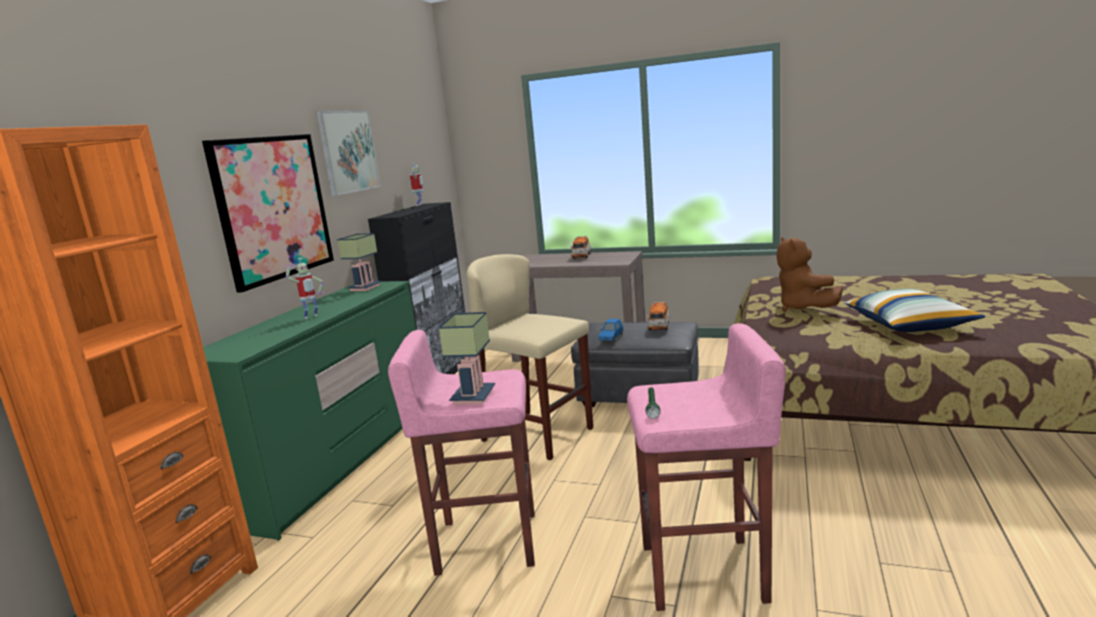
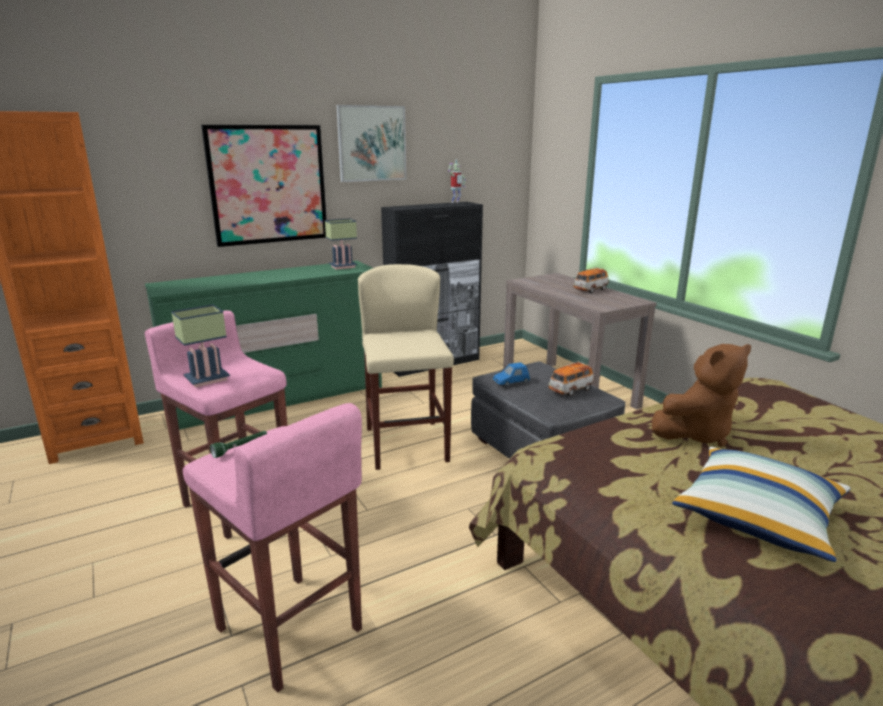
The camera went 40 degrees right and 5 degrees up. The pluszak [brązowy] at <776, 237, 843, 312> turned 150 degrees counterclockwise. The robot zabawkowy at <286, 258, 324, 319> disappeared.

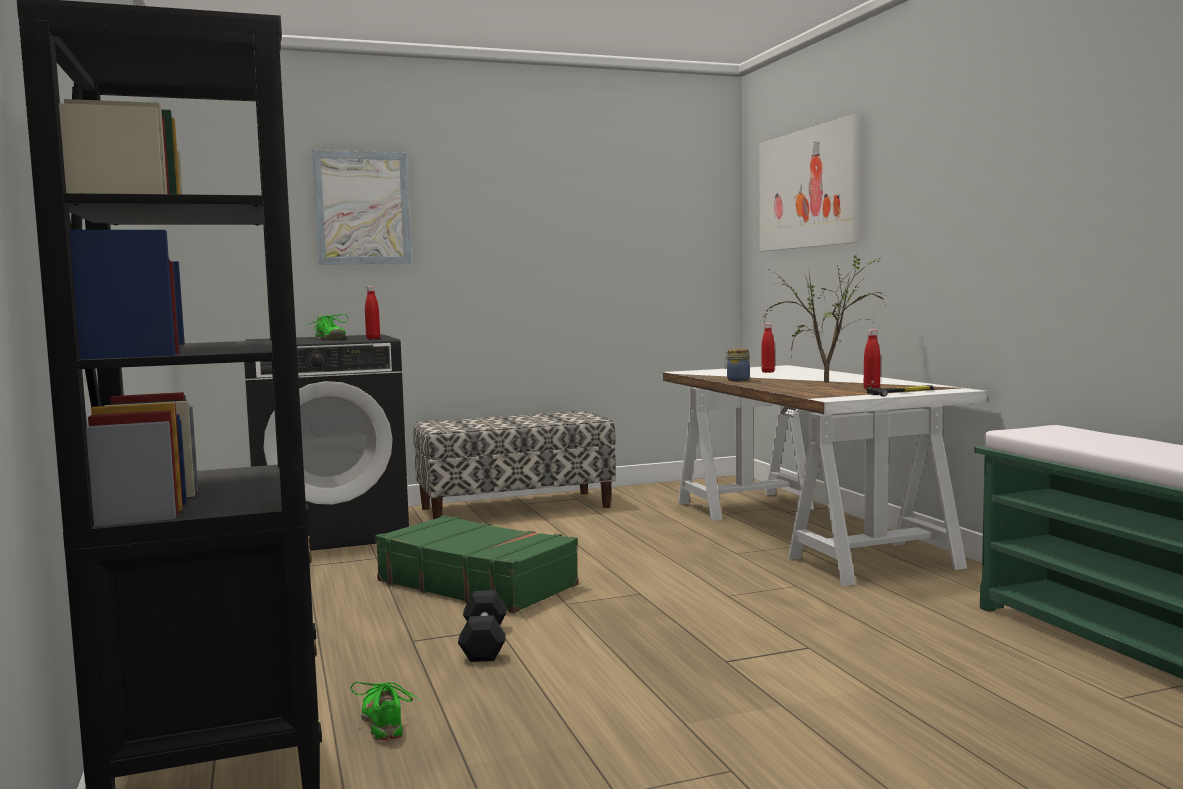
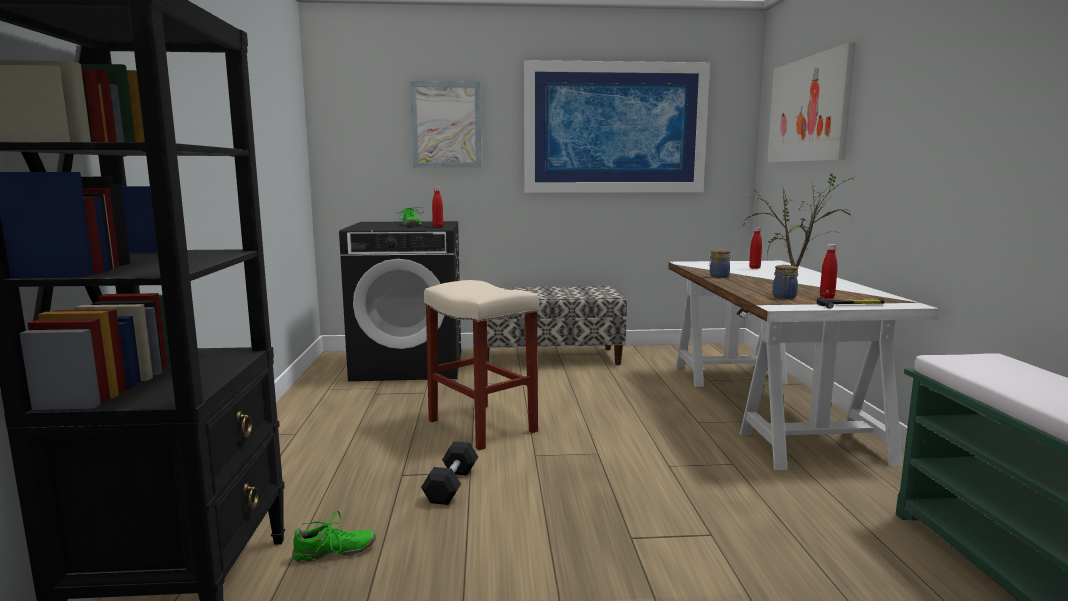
The camera went 15 degrees right and 5 degrees up. The but [zielony] at <351, 682, 421, 740> turned 75 degrees clockwise. The walizka [zielony] at <375, 515, 579, 613> was replaced by the stołek [beżowy] at <424, 280, 539, 450>. The obraz at <524, 60, 710, 193> appeared. The słoik at <773, 265, 798, 299> appeared.

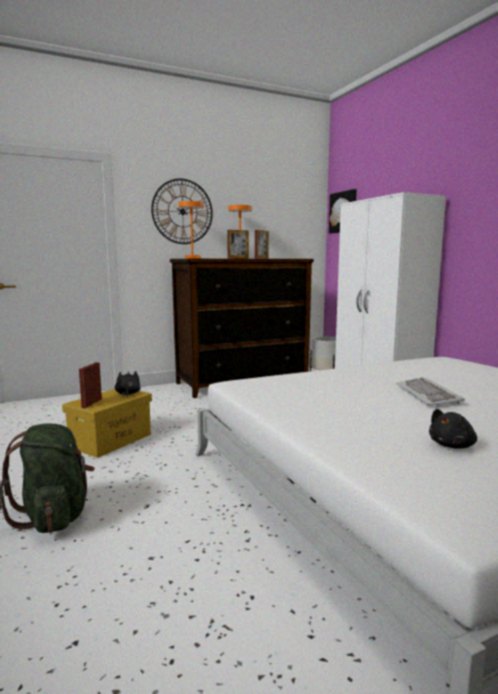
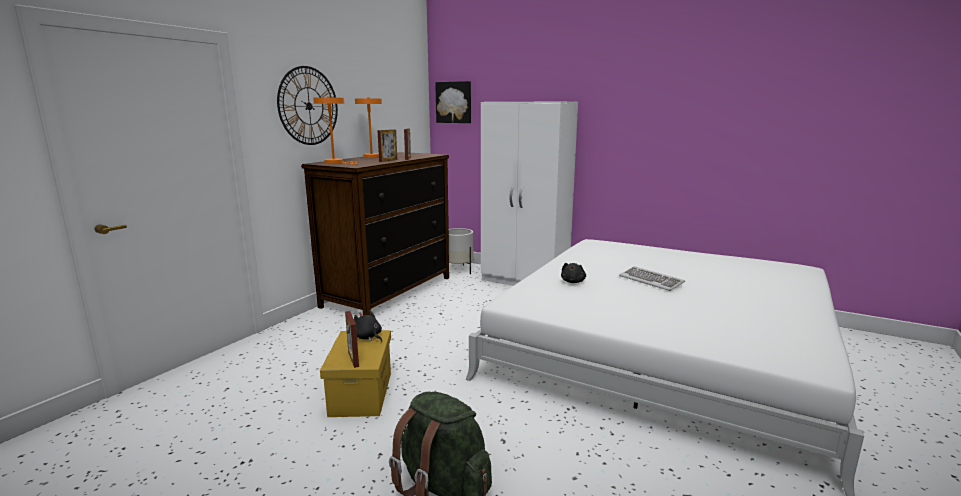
The camera went 35 degrees left and 5 degrees up. The pluszak [czarny] moved from <429, 409, 477, 449> to <561, 263, 586, 283>.

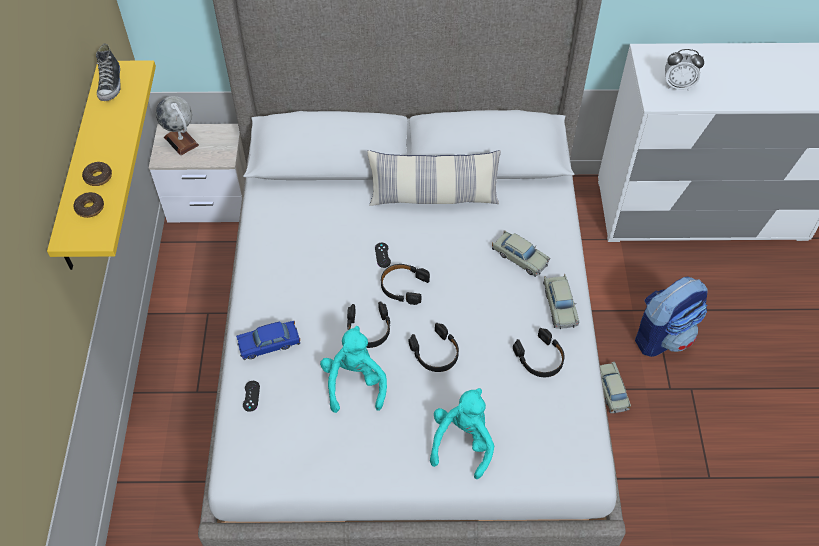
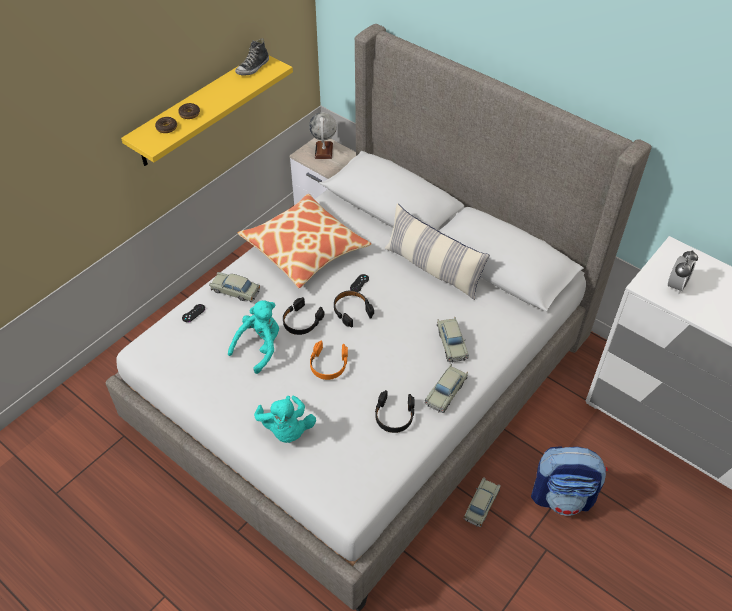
The camera went 40 degrees right and 5 degrees down. The samochodzik [niebieski] at <236, 321, 300, 360> became the samochodzik [beżowy] at <209, 272, 260, 302>. The poduszka at <238, 194, 371, 288> appeared. The pluszak [turkusowy] at <430, 388, 494, 479> turned 105 degrees clockwise. The słuchawki [czarny] at <409, 323, 459, 372> became the słuchawki [pomarańczowy] at <310, 340, 348, 380>. The budzik at <665, 49, 704, 91> turned 105 degrees counterclockwise.

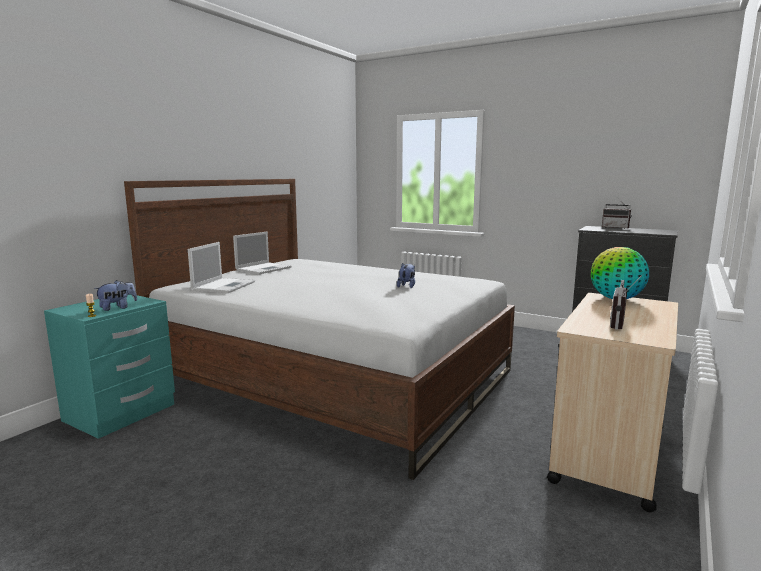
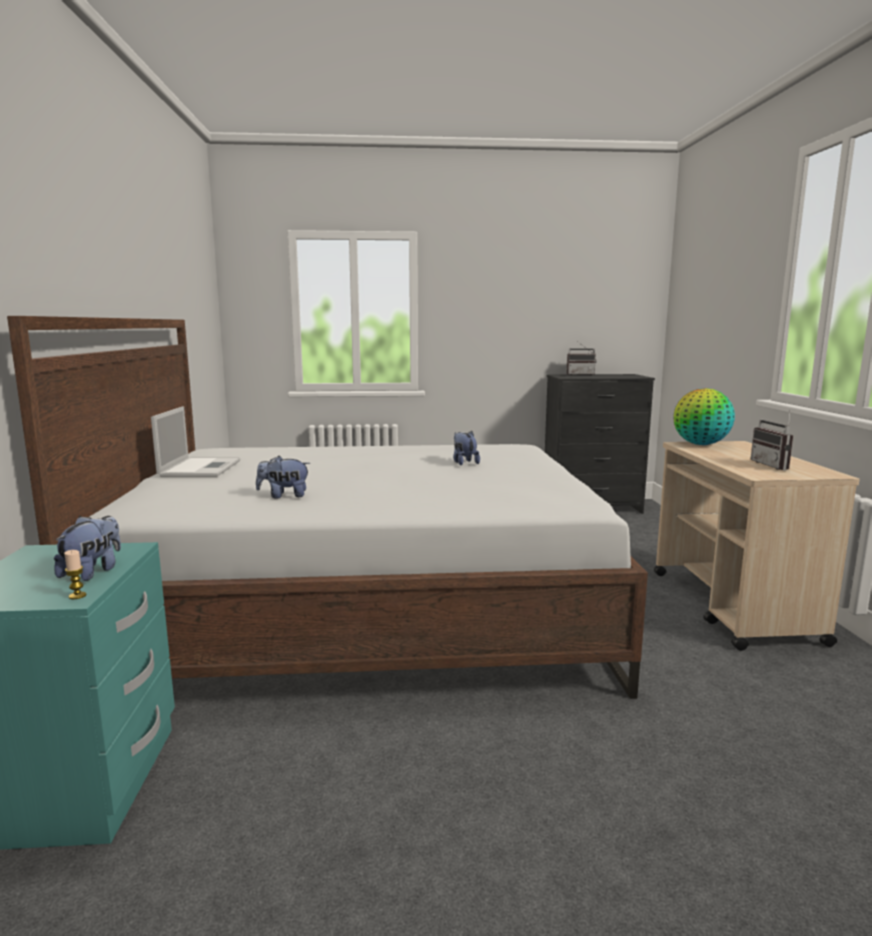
The camera went 35 degrees left and 0 degrees up. The pluszak at <256, 456, 310, 499> appeared. The laptop at <188, 242, 255, 293> disappeared.

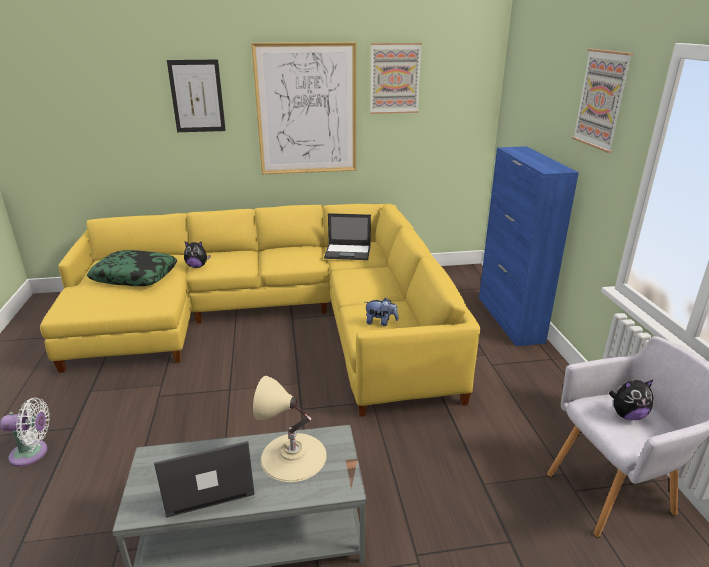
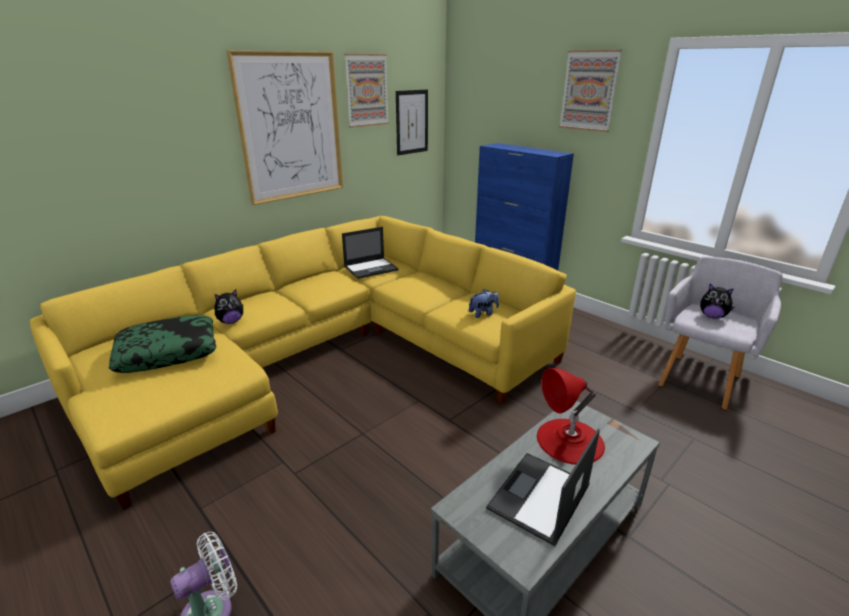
The camera went 35 degrees left and 0 degrees up. The obraz moved from <167, 60, 226, 132> to <396, 89, 428, 155>. The lampa stołowa [beżowy] at <253, 376, 327, 482> became the lampa stołowa [czerwony] at <537, 368, 605, 465>. The pluszak at <609, 379, 654, 420> turned 75 degrees clockwise.

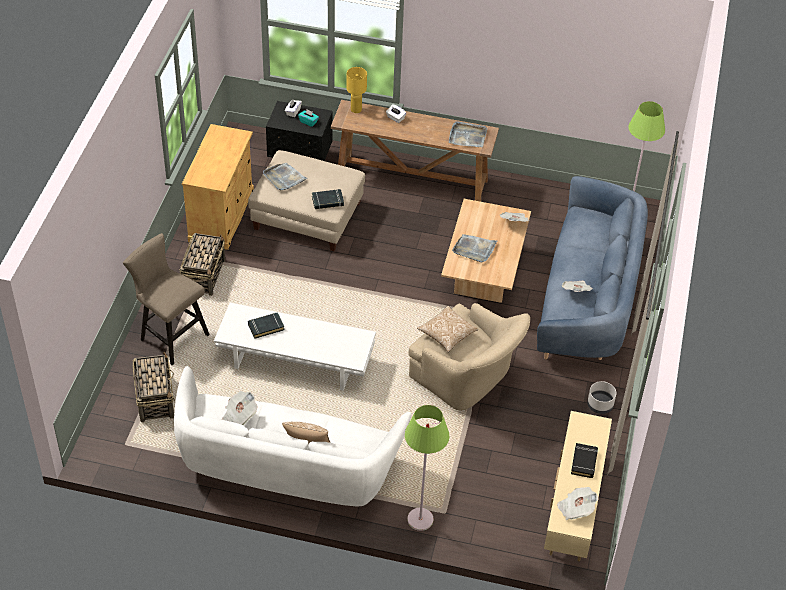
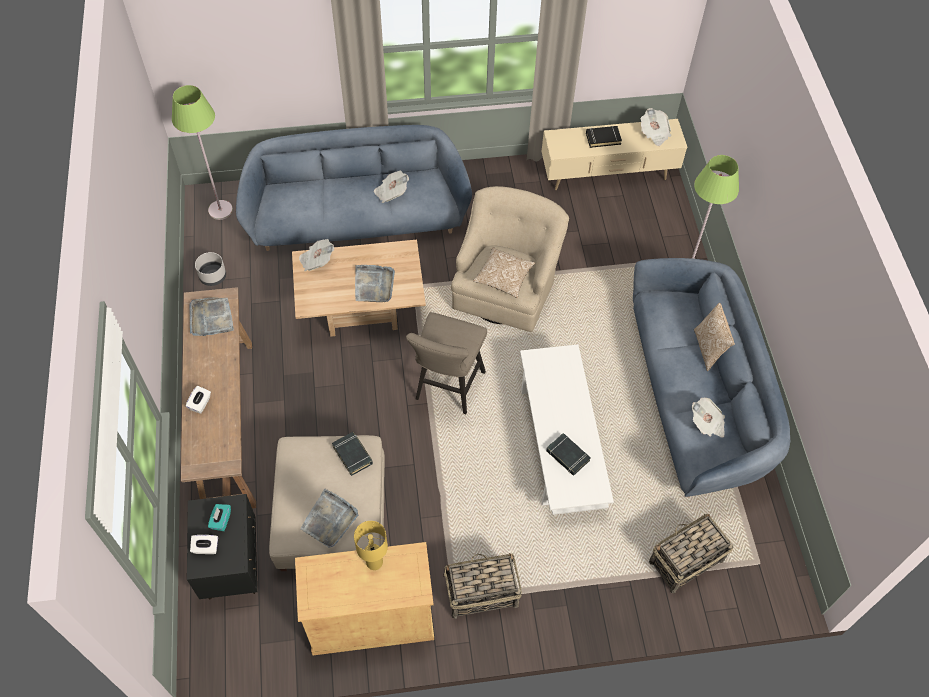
The camera went 110 degrees left and 10 degrees up. The donica [szary] moved from <587, 381, 616, 414> to <195, 252, 226, 286>. The lampa stołowa [żółty] moved from <346, 67, 367, 113> to <354, 521, 388, 570>. The stołek [beżowy] moved from <123, 233, 210, 365> to <406, 312, 487, 414>. The kanapa [biały] at <174, 366, 412, 507> became the kanapa [niebieski] at <633, 258, 790, 497>.

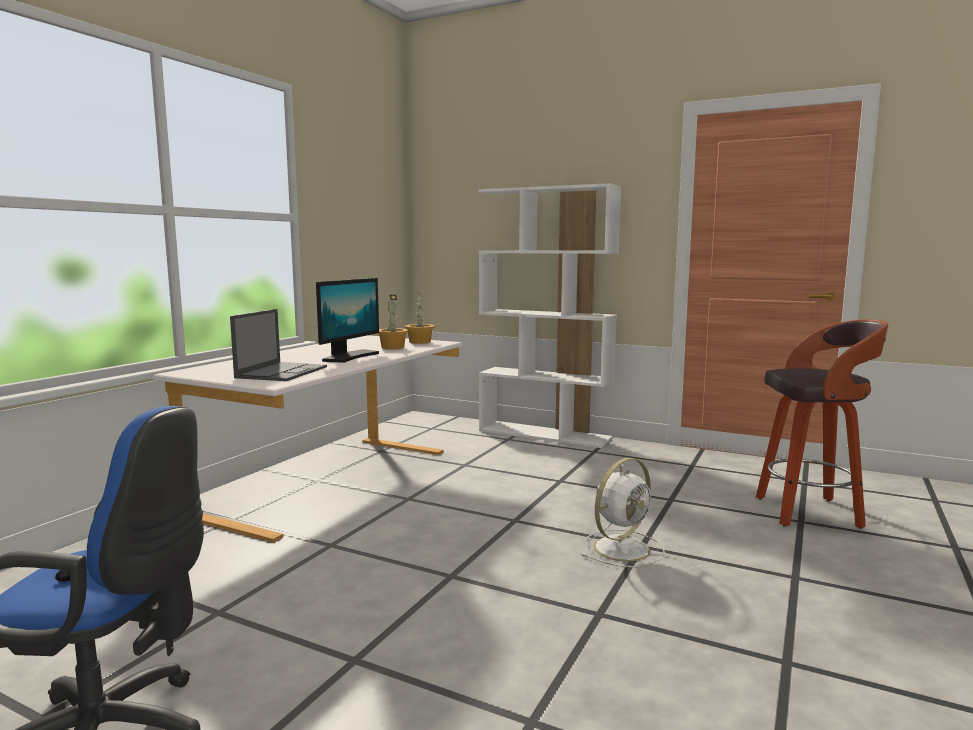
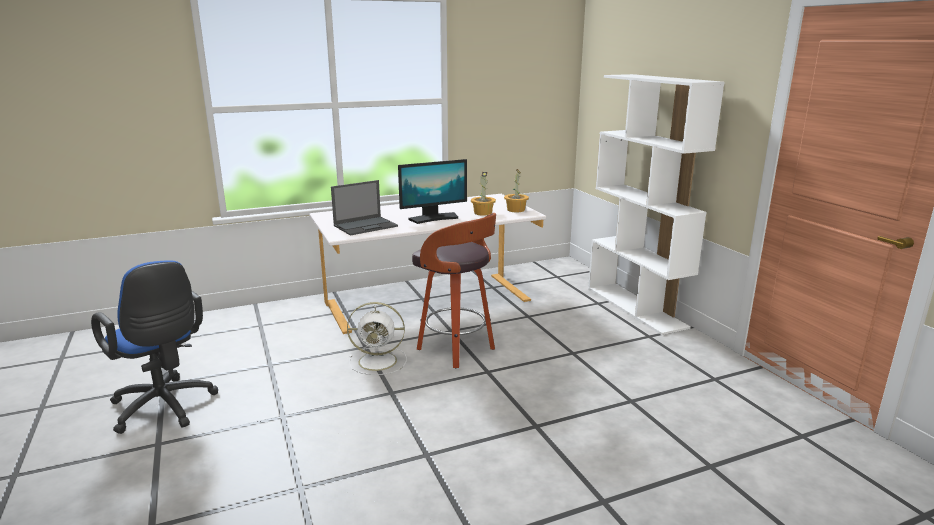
The camera went 40 degrees right and 10 degrees up. The wentylator [biały] moved from <581, 458, 665, 567> to <347, 302, 407, 375>. The stołek moved from <756, 320, 888, 529> to <412, 213, 496, 368>.

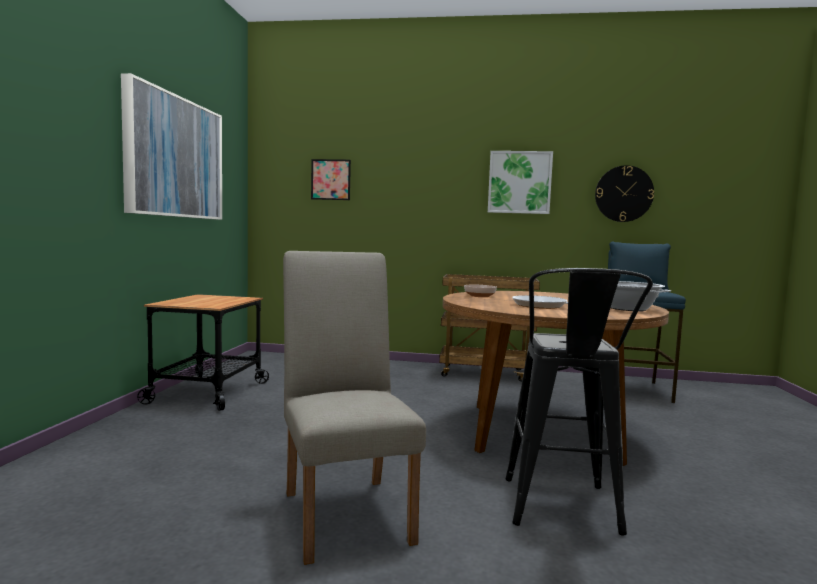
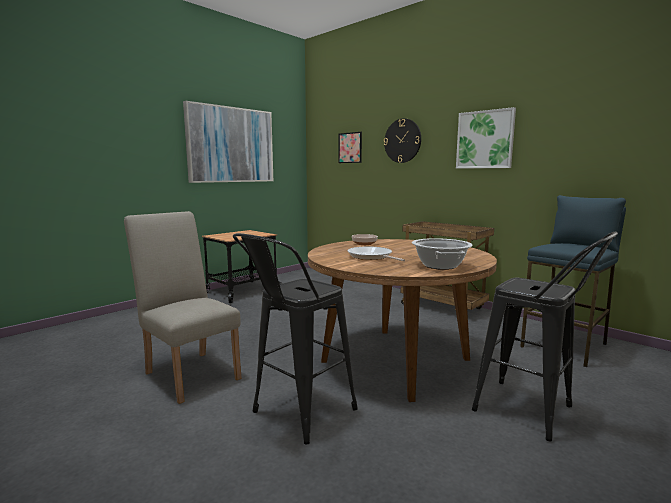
The camera went 35 degrees right and 5 degrees up. The krzesło [beżowy] at <283, 251, 426, 565> turned 60 degrees counterclockwise. The zegar ścienny moved from <595, 165, 654, 222> to <384, 118, 421, 163>. The stołek [czarny] at <472, 232, 618, 442> appeared.

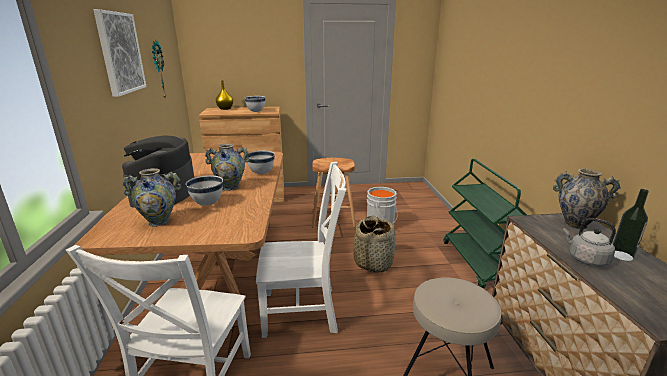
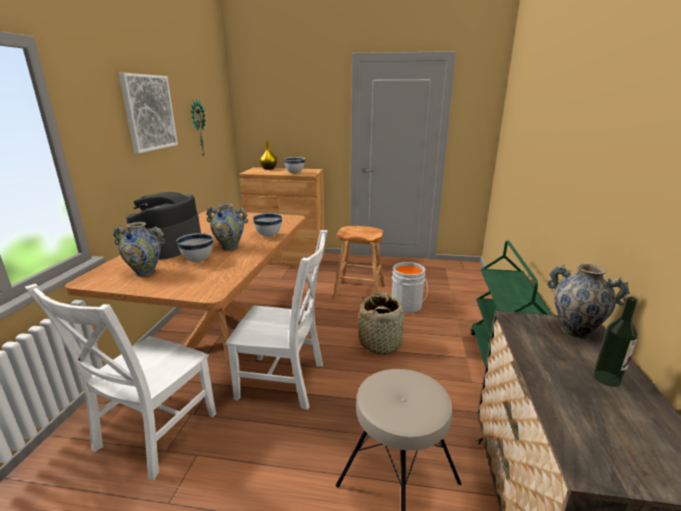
The camera went 15 degrees right and 0 degrees up. The czajnik [szary] at <563, 218, 616, 266> disappeared.

